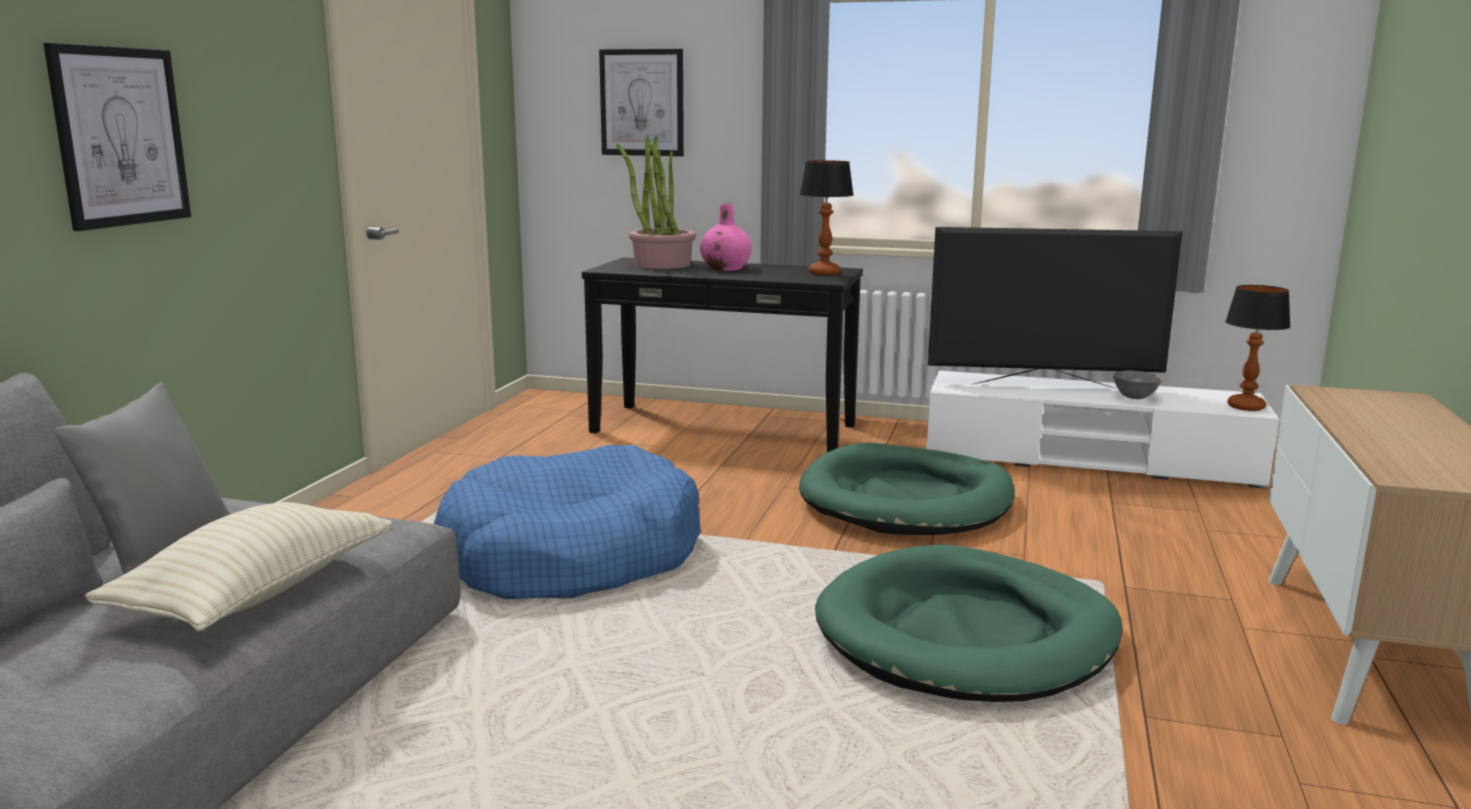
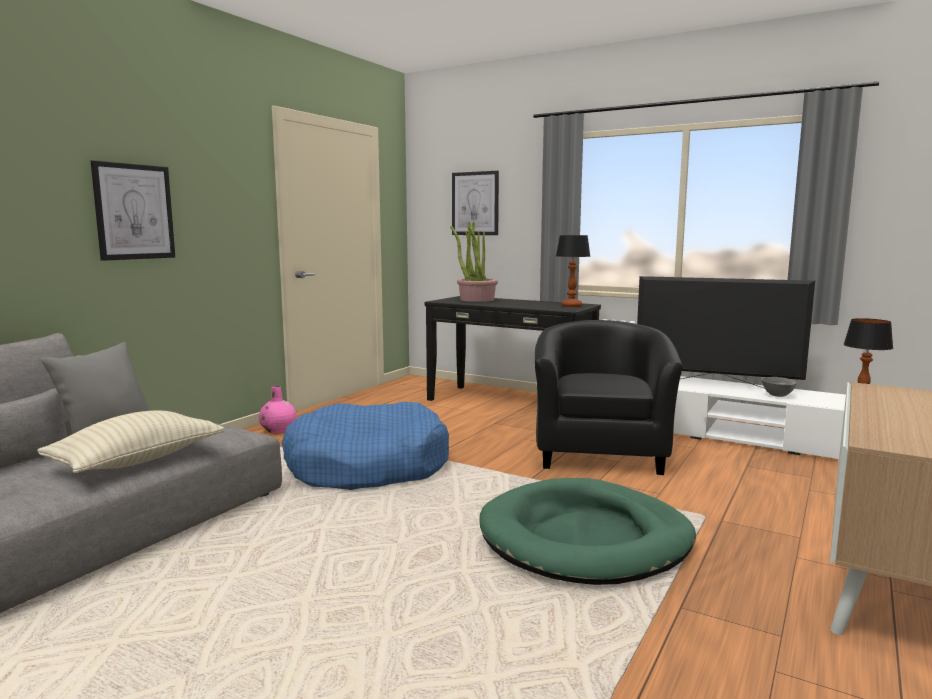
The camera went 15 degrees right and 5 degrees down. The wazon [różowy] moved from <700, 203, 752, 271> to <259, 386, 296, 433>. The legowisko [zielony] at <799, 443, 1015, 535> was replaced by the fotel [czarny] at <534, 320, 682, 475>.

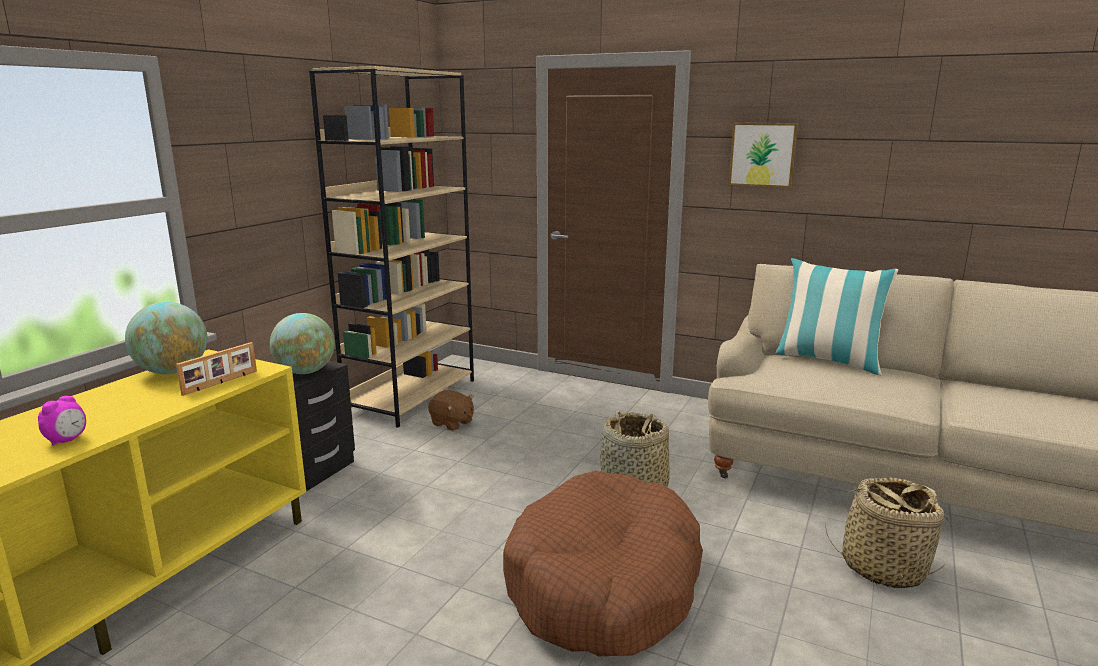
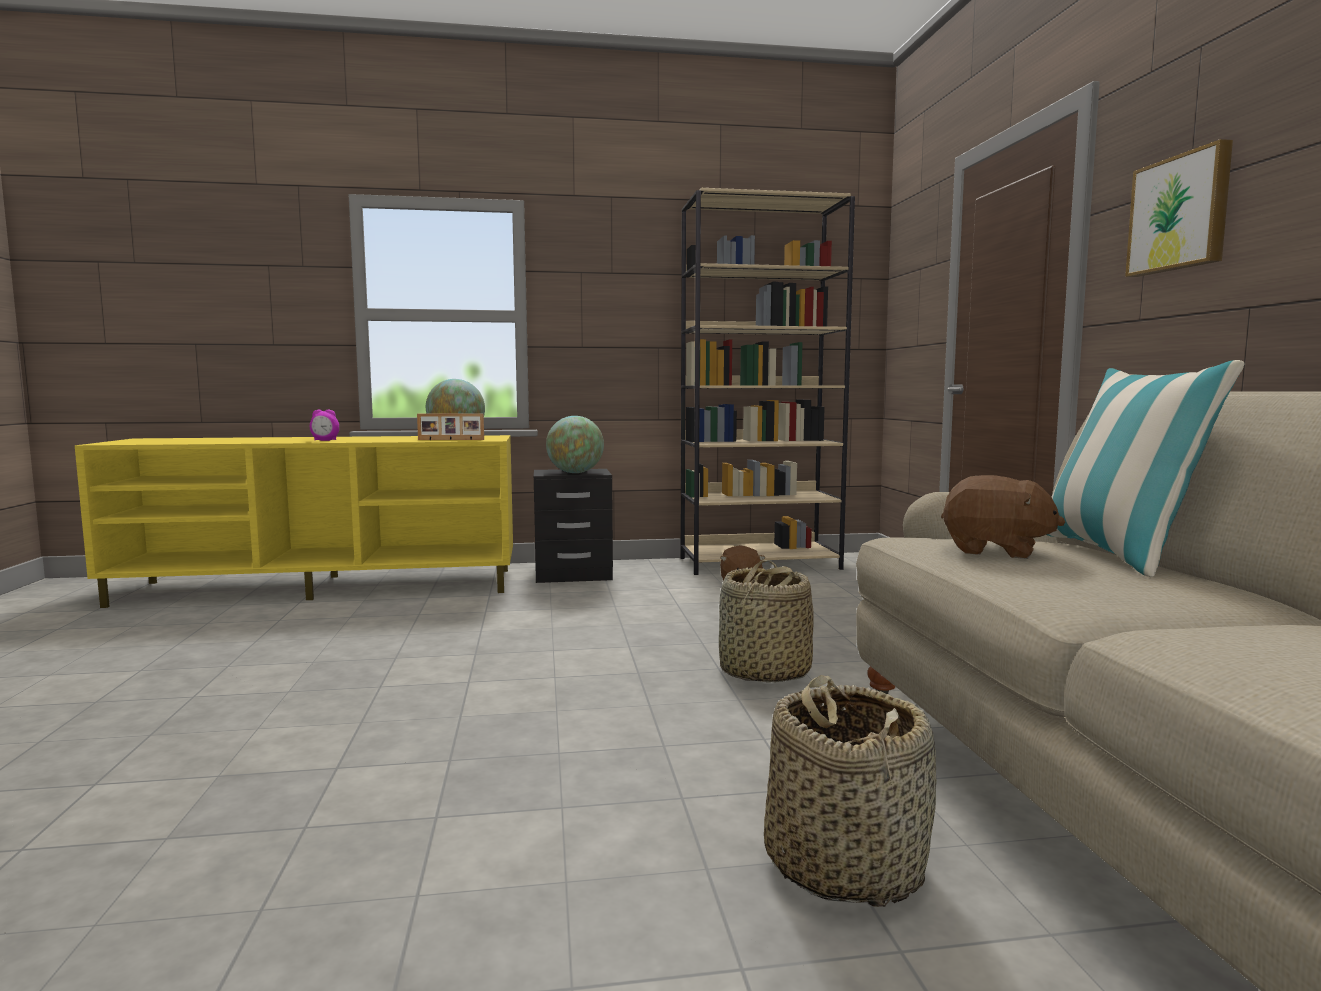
The camera went 55 degrees right and 10 degrees down. The pluszak [brązowy] at <941, 475, 1065, 559> appeared. The legowisko [brązowy] at <503, 471, 703, 656> disappeared.

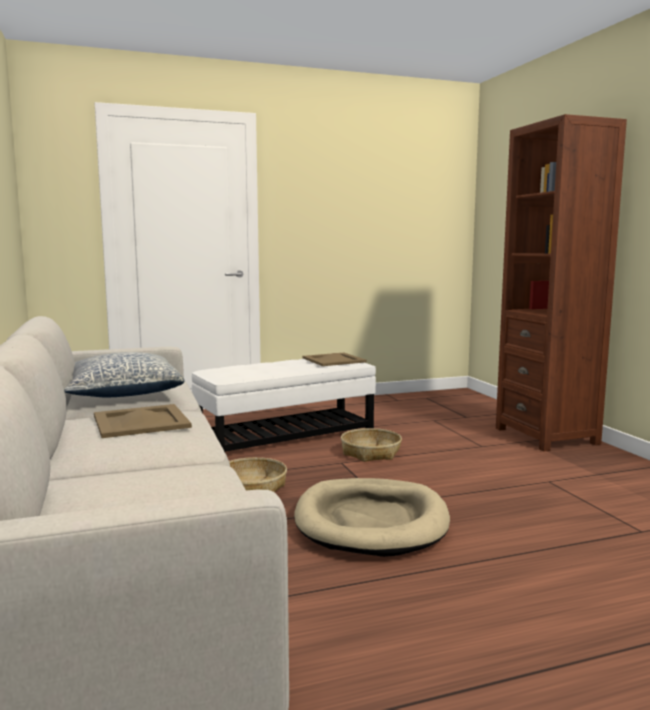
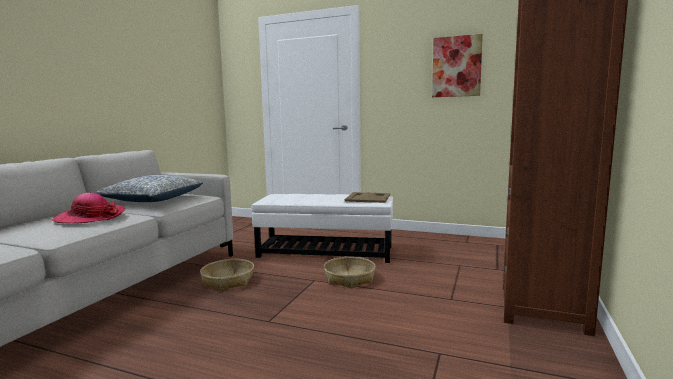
The camera went 40 degrees right and 0 degrees up. The taca [beżowy] at <94, 404, 192, 438> was replaced by the kapelusz at <52, 193, 125, 224>. The obraz at <432, 34, 483, 97> appeared. The legowisko [beżowy] at <294, 478, 450, 557> disappeared.

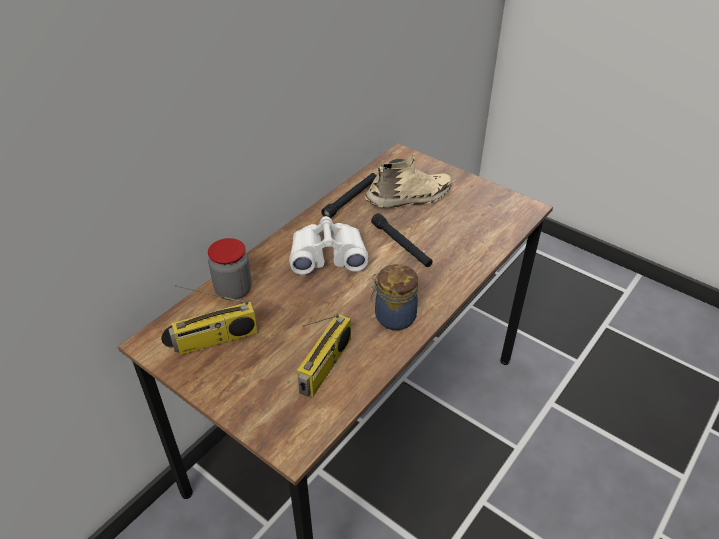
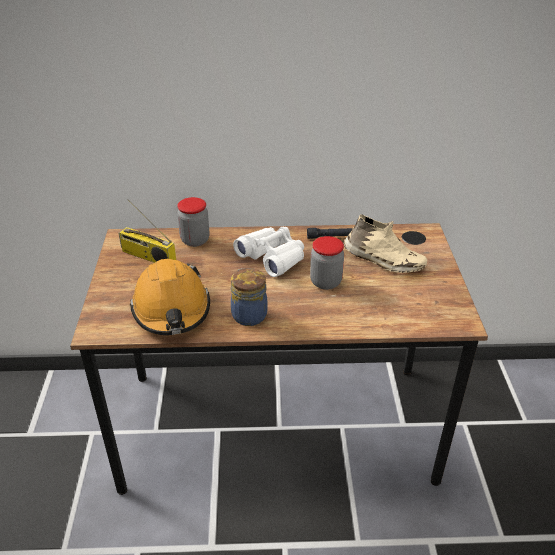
The camera went 50 degrees right and 5 degrees down. The radio at <297, 314, 351, 397> was replaced by the kask [pomarańczowy] at <130, 259, 210, 335>. The latarka [czarny] at <371, 213, 433, 267> was replaced by the słoik at <310, 236, 344, 290>.

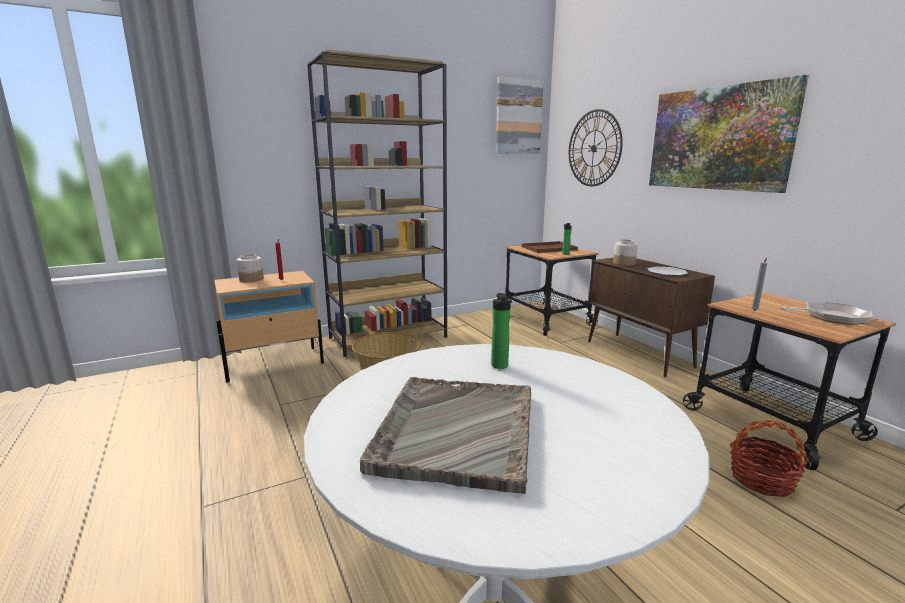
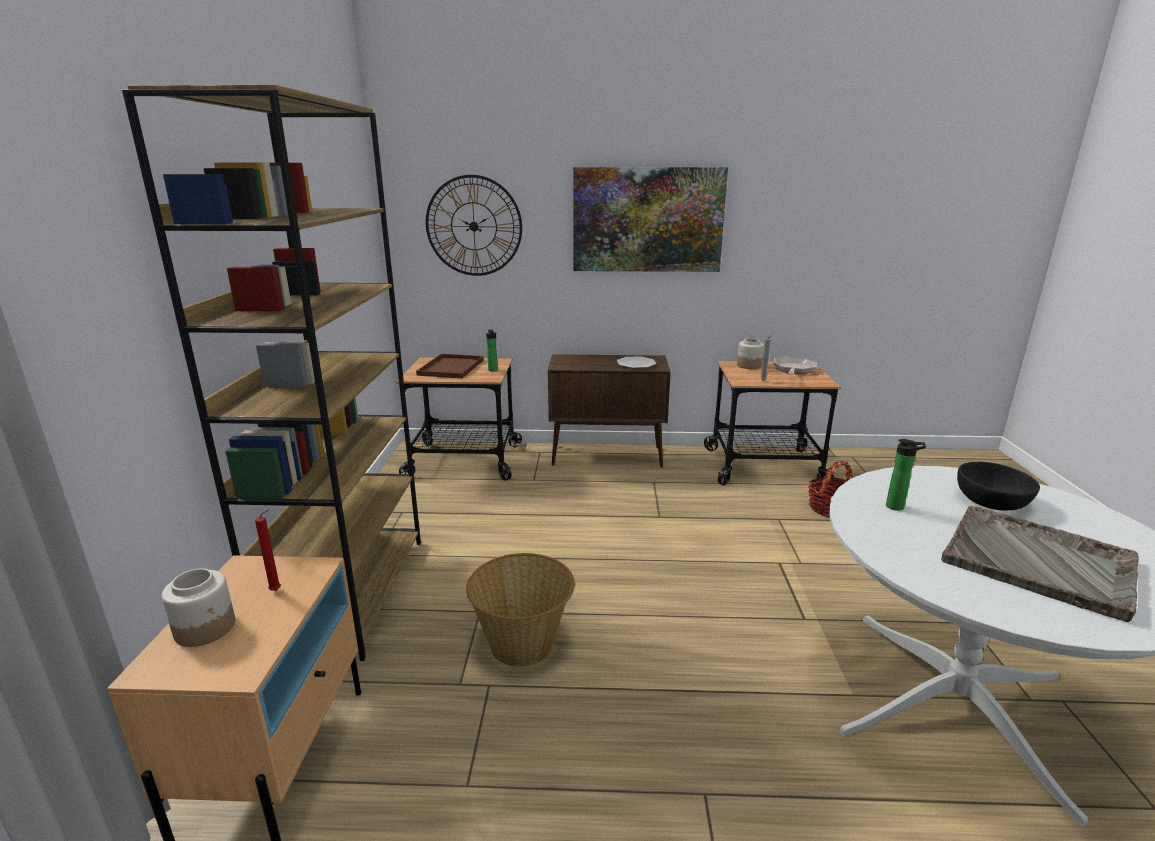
The camera went 60 degrees left and 5 degrees up. The słoik moved from <613, 239, 638, 266> to <737, 338, 764, 369>. The miska [czarny] at <957, 462, 1040, 511> appeared. The obraz at <496, 77, 544, 154> disappeared.

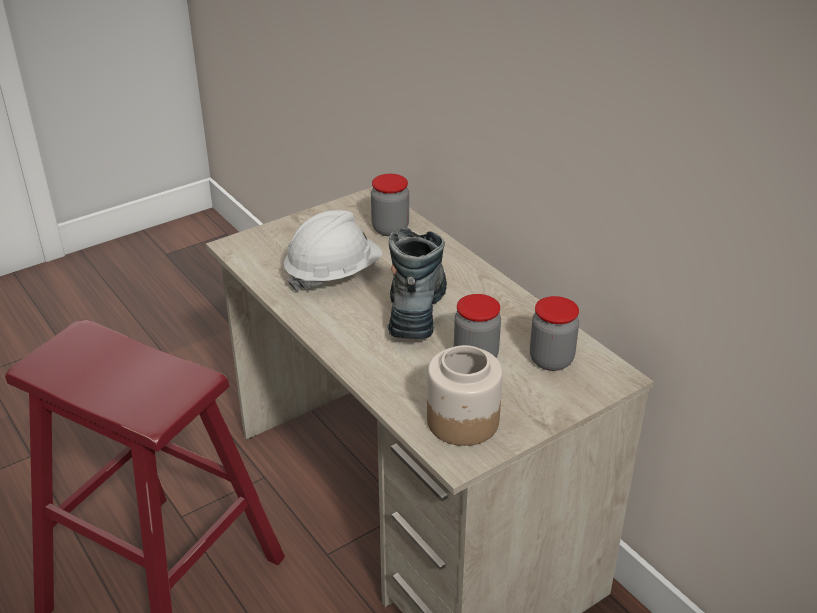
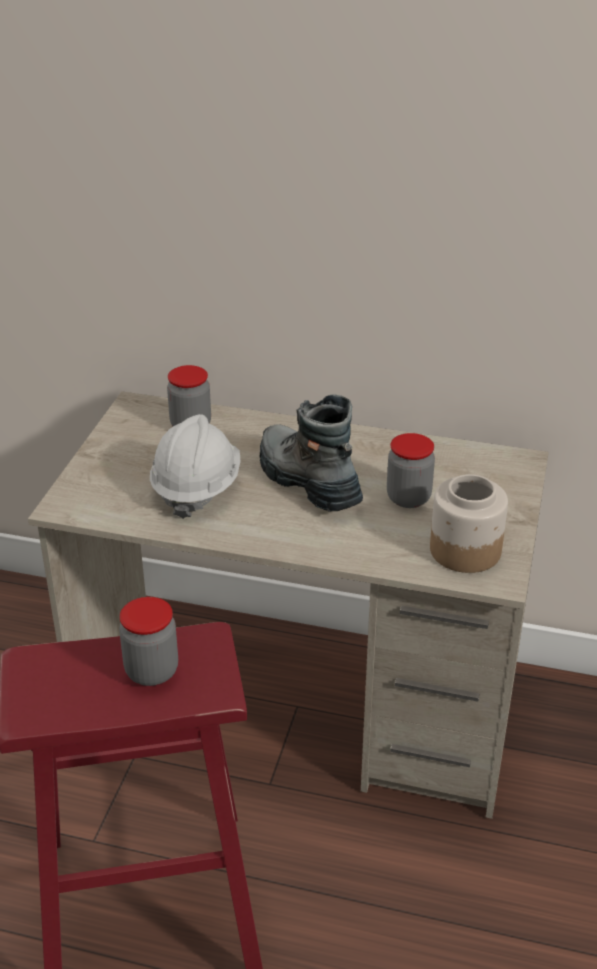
The camera went 40 degrees left and 0 degrees up. The słoik moved from <530, 296, 579, 371> to <119, 597, 178, 686>.

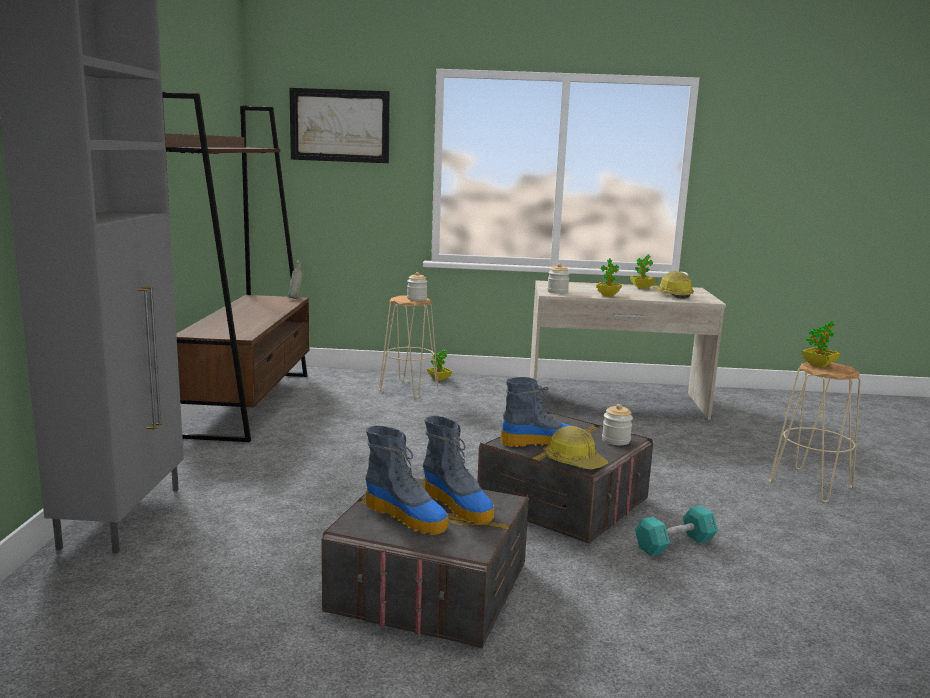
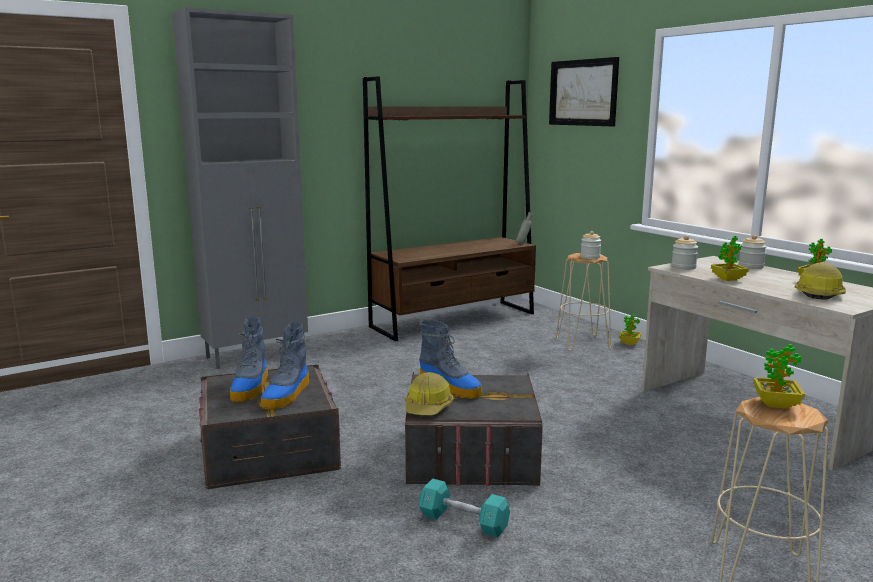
The camera went 55 degrees right and 0 degrees up. The słoik moved from <602, 404, 633, 445> to <739, 235, 767, 269>.

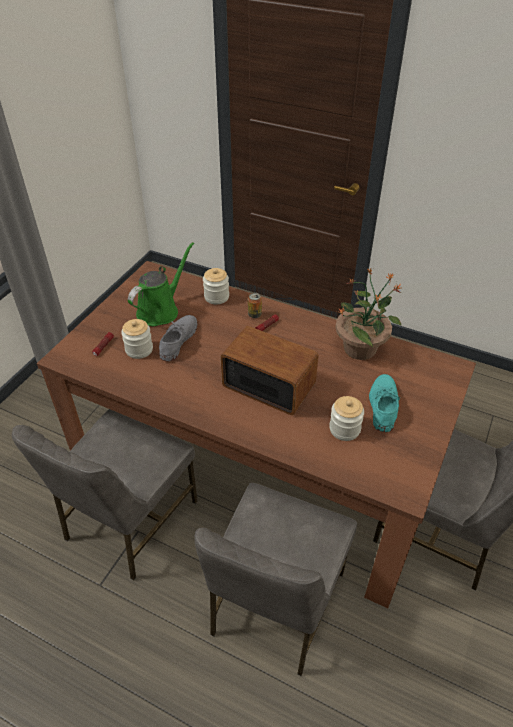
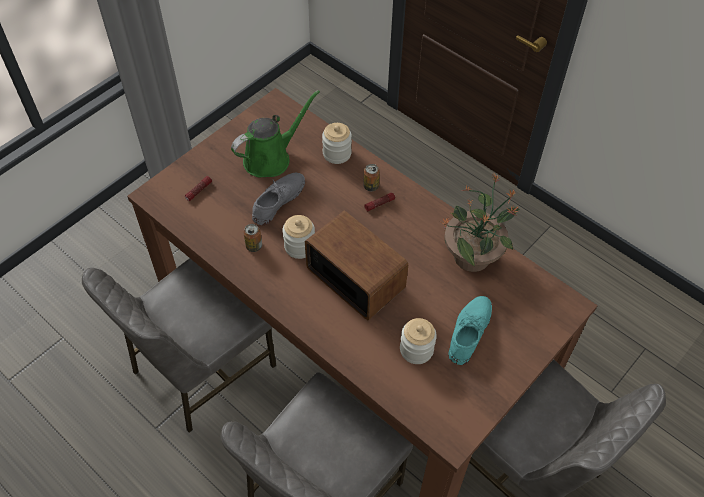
The camera went 15 degrees right and 10 degrees up. The puszka at <243, 224, 262, 252> appeared. The słoik moved from <121, 319, 153, 359> to <282, 215, 315, 259>.

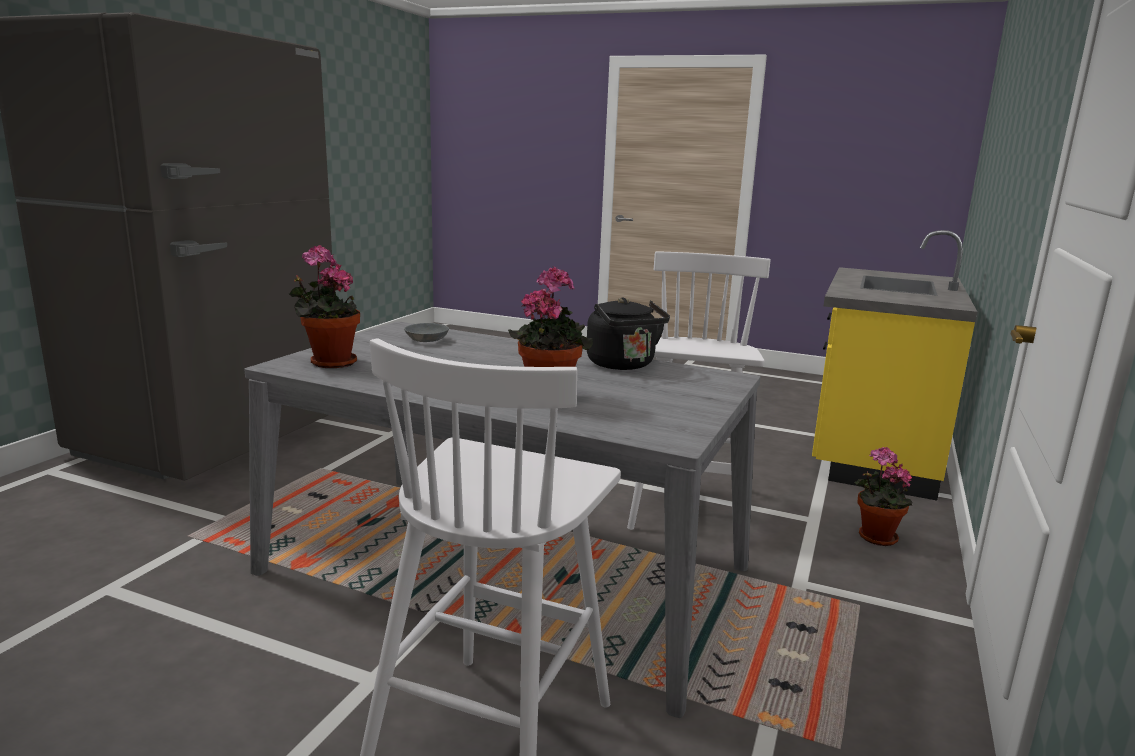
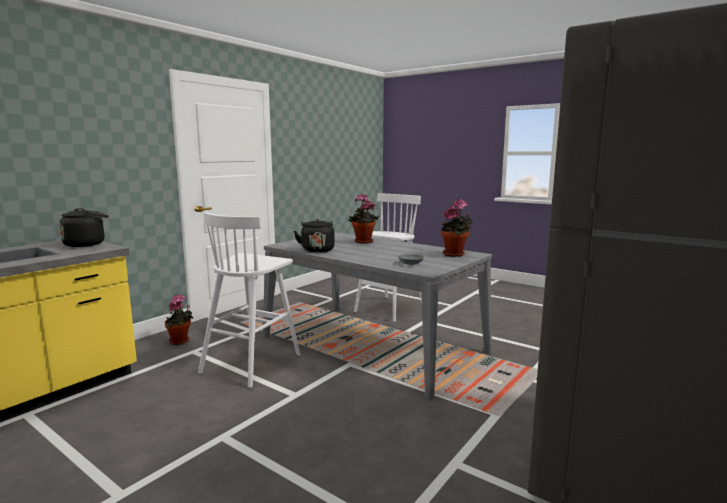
The camera went 165 degrees left and 5 degrees down. The czajnik [czarny] at <59, 208, 109, 247> appeared.

